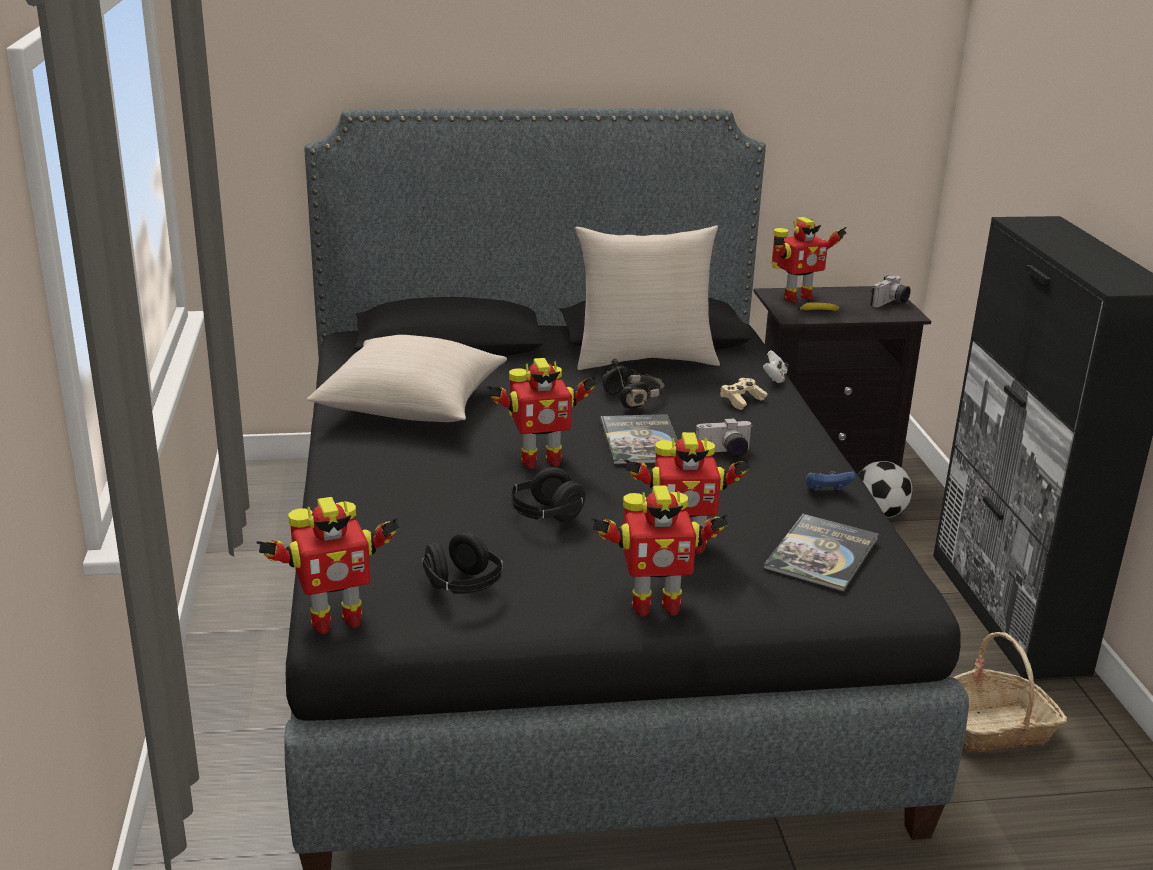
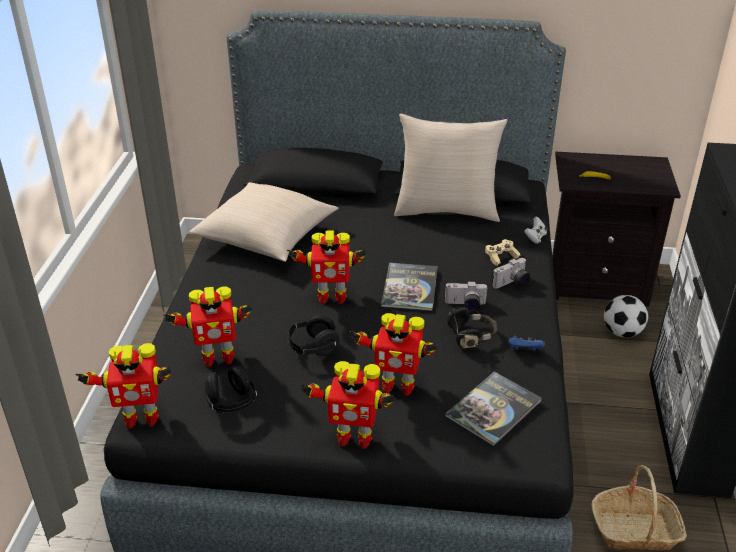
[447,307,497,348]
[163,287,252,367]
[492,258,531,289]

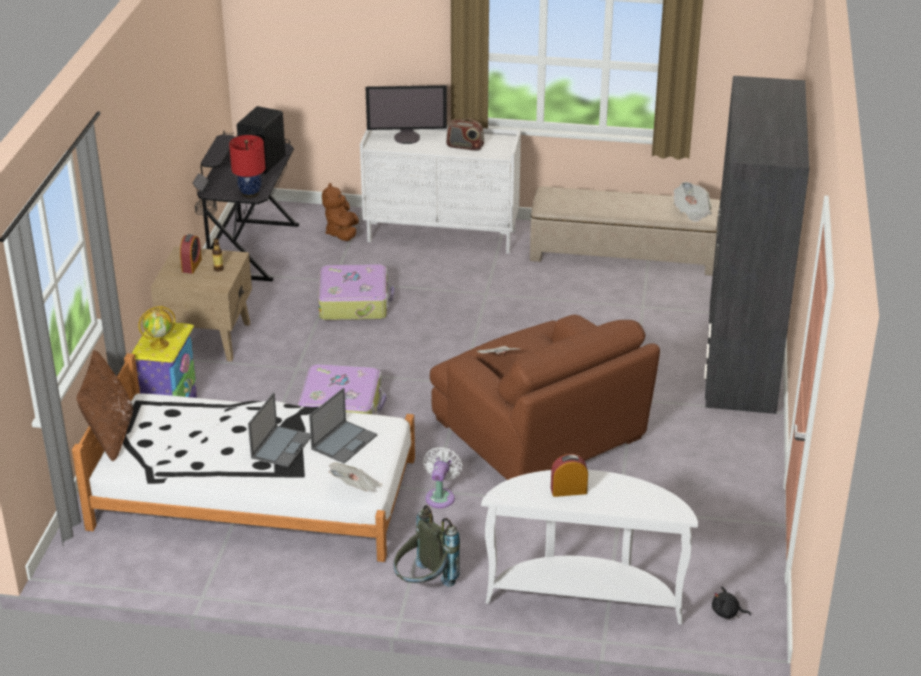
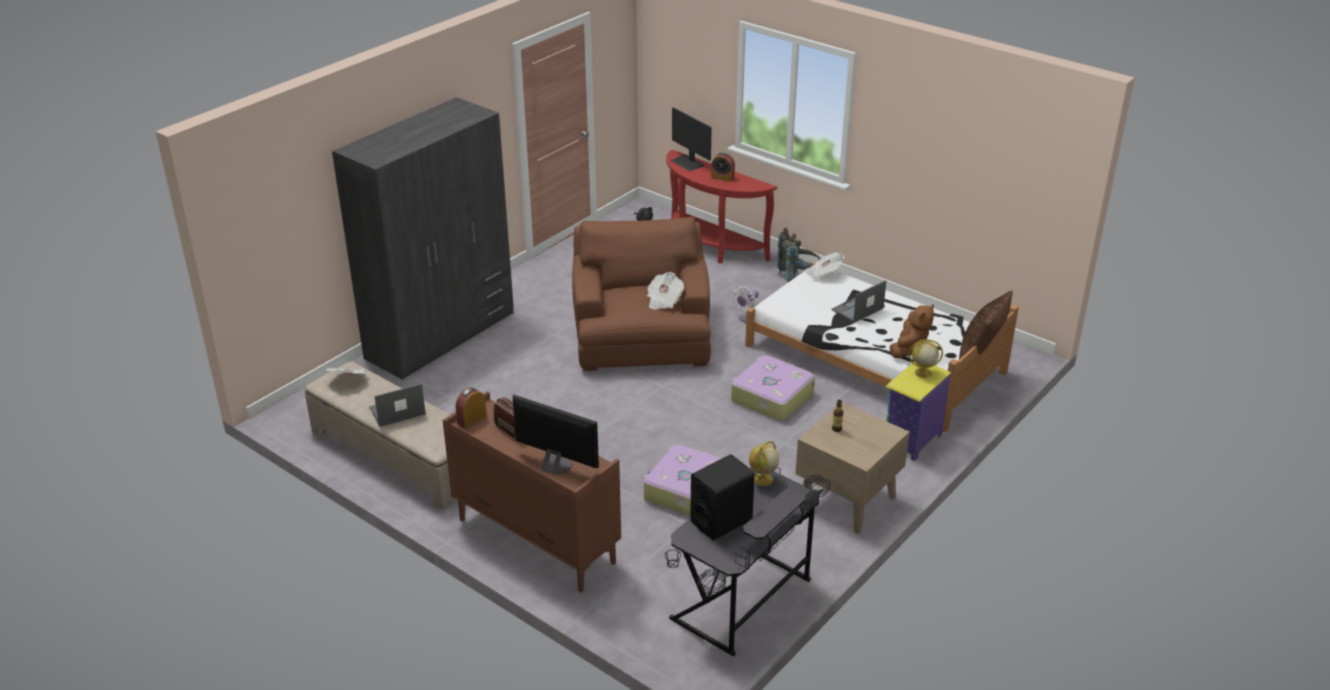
[670,107,712,171]
[456,388,487,429]
[369,384,426,427]
[890,304,934,358]
[749,441,779,486]
[443,391,621,592]
[666,150,777,263]

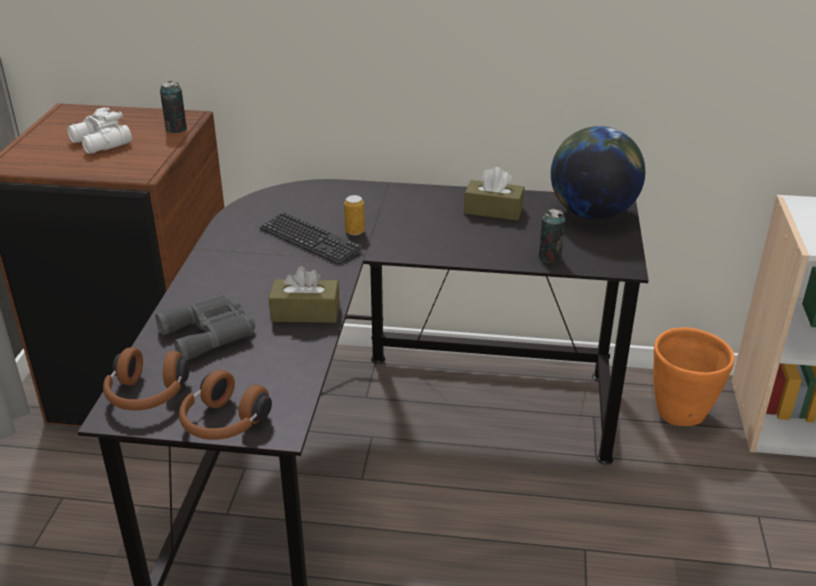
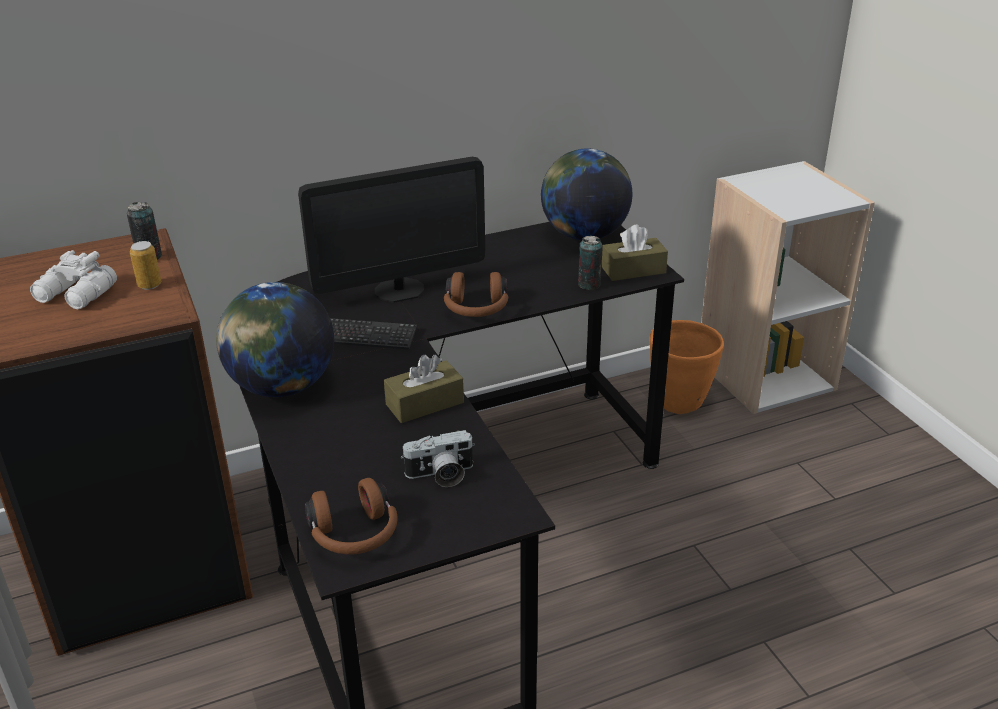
[155,295,255,360] (first image)
[216,282,334,397]
[298,157,485,303]
[401,430,475,487]
[444,272,508,317]
[130,241,161,290]
[602,224,668,281]

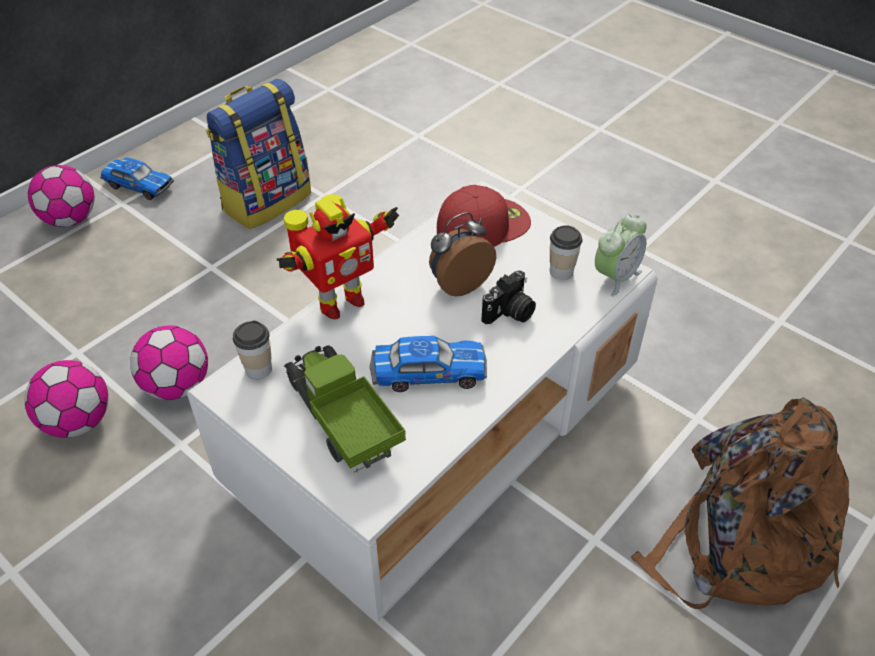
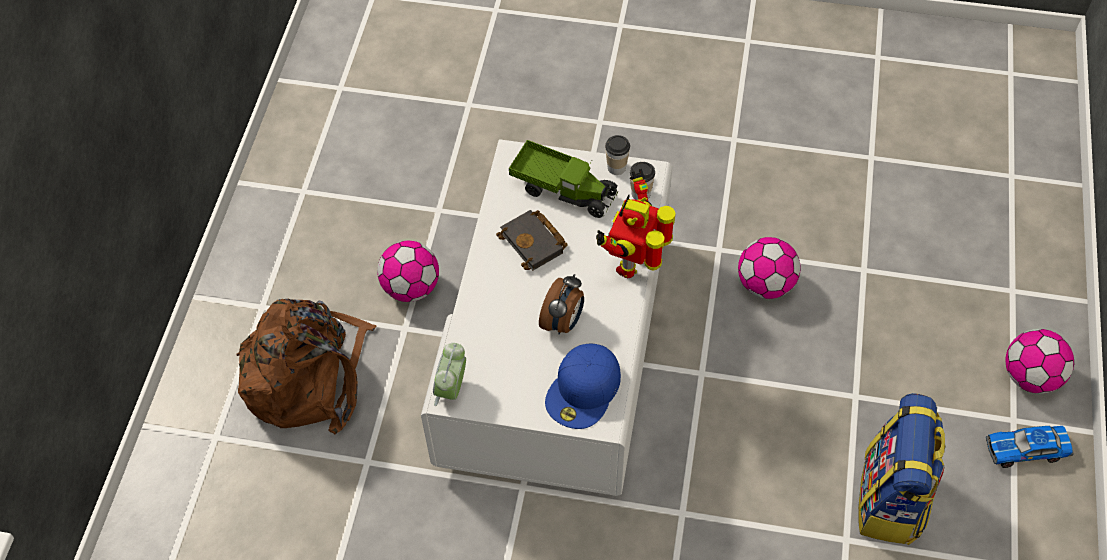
[481,270,536,324] (first image)
[377,241,439,302]
[605,135,630,175]
[496,210,568,271]
[545,344,621,429]

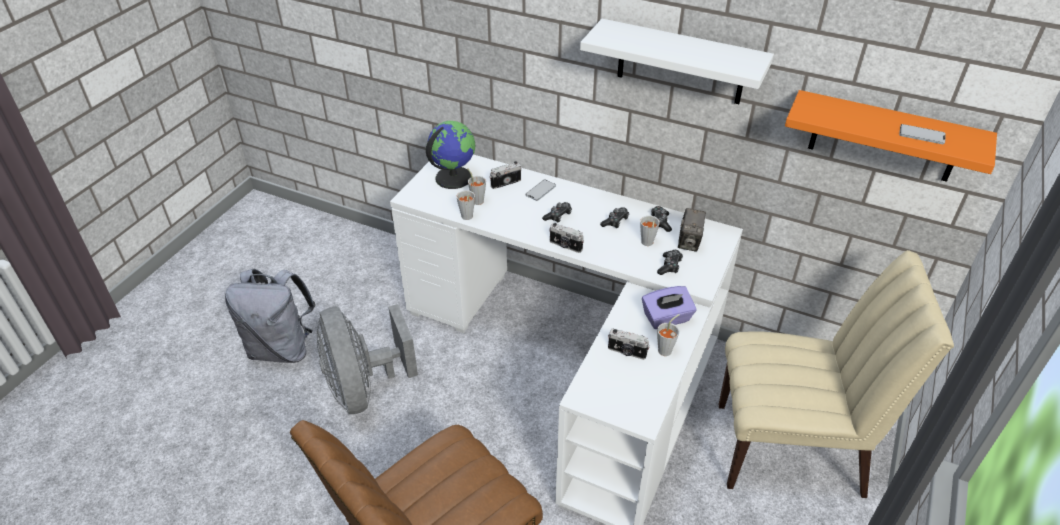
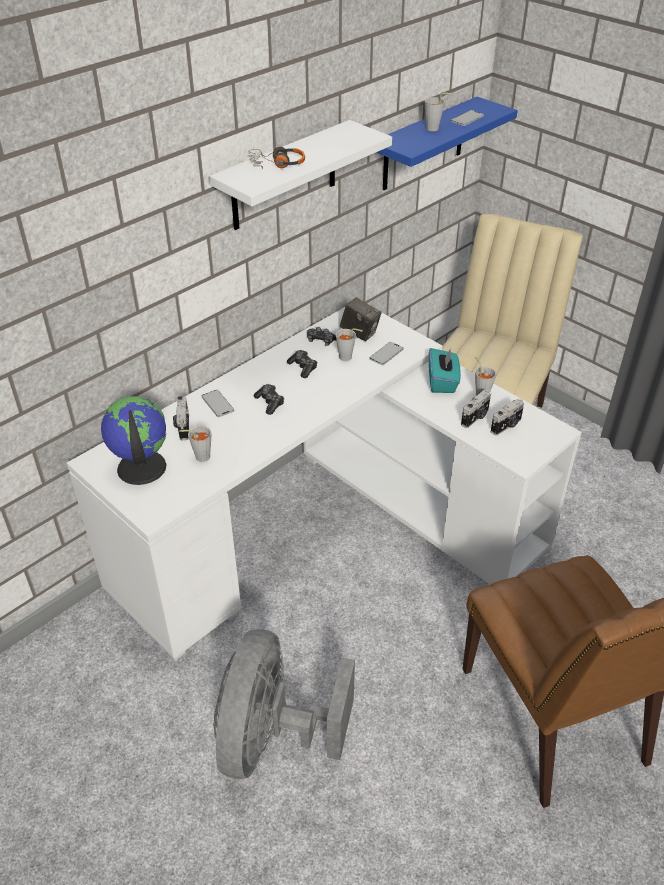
[225,269,316,363] (first image)
[248,147,305,169]
[425,93,453,131]
[491,399,524,435]
[370,342,403,365]
[429,348,461,393]
[376,97,518,190]
[213,629,355,779]

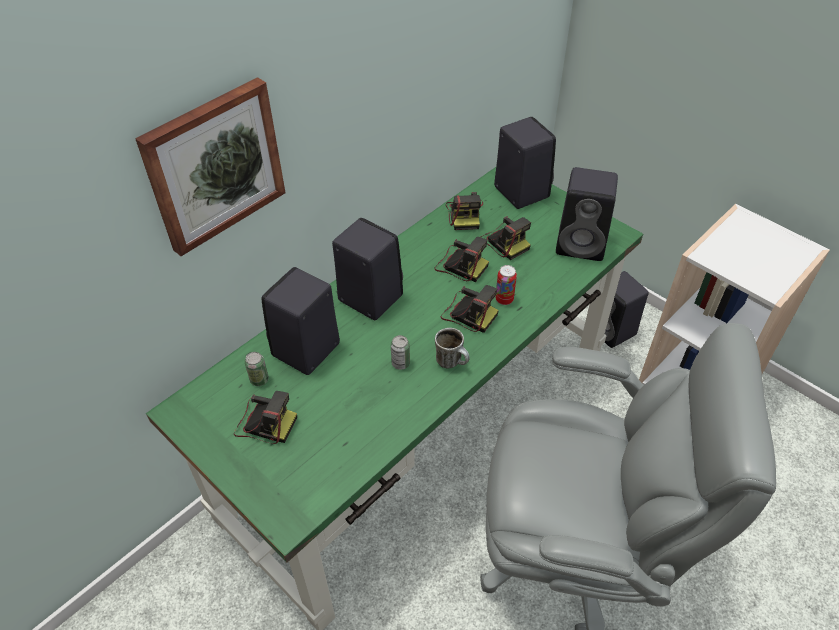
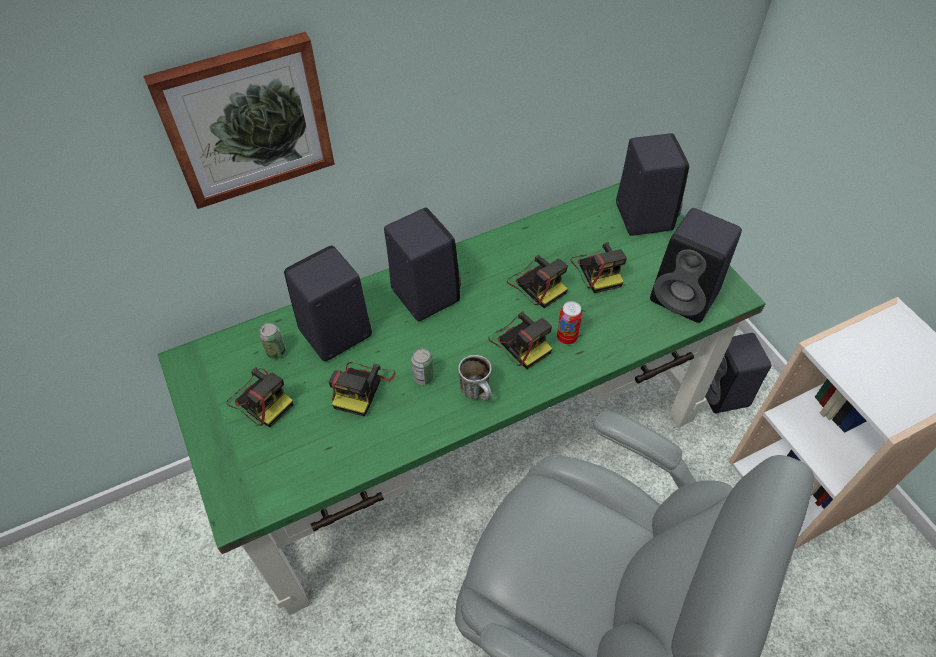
[328,362,395,417]

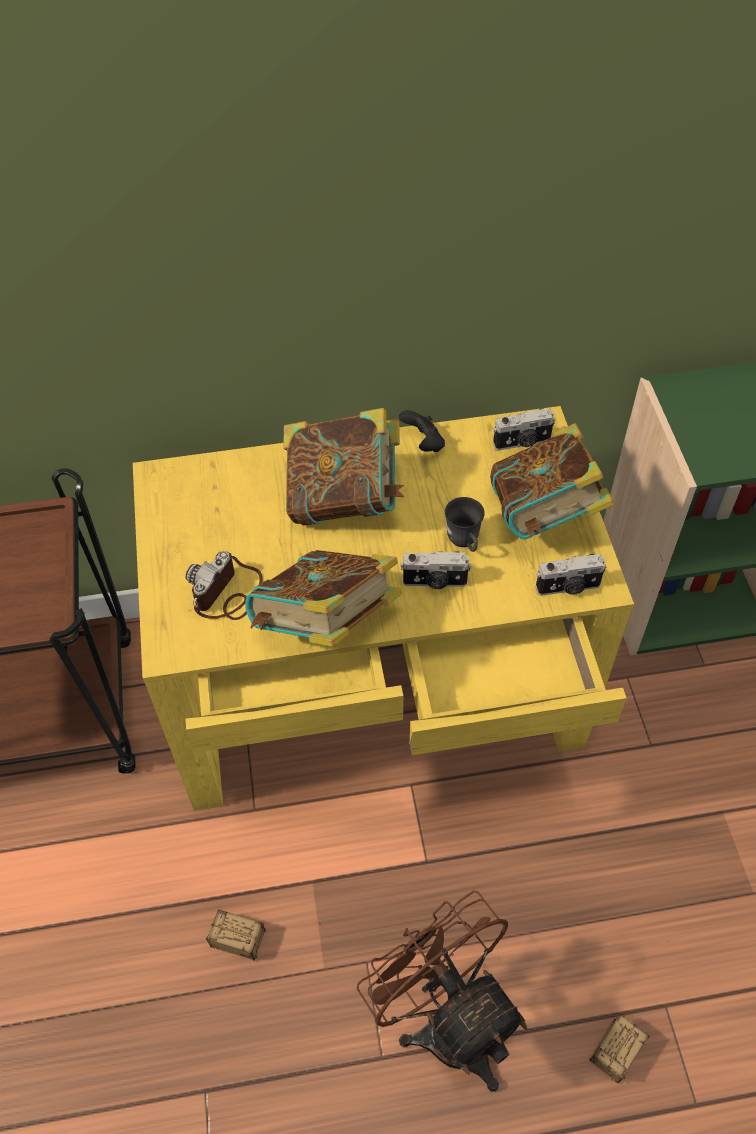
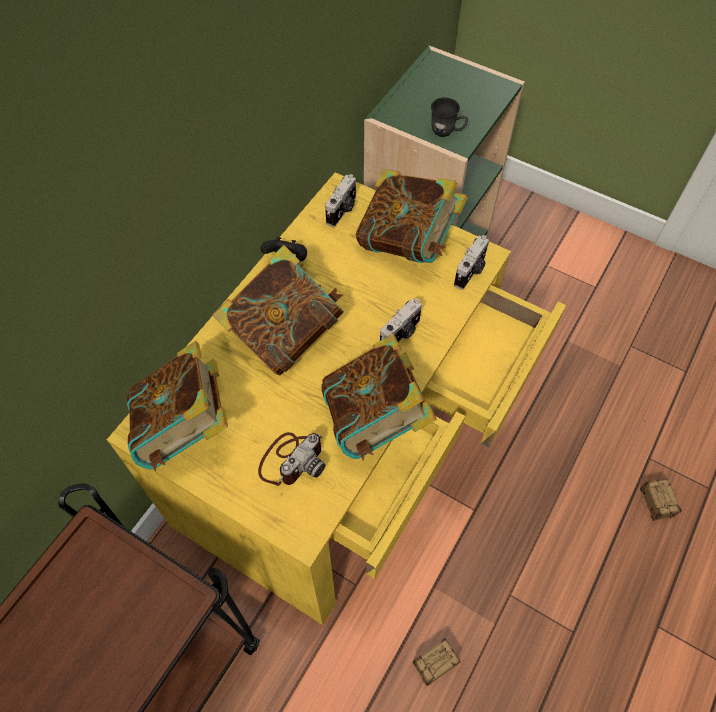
[357,890,527,1092] (first image)
[127,341,228,471]
[431,97,468,137]
[258,432,326,486]

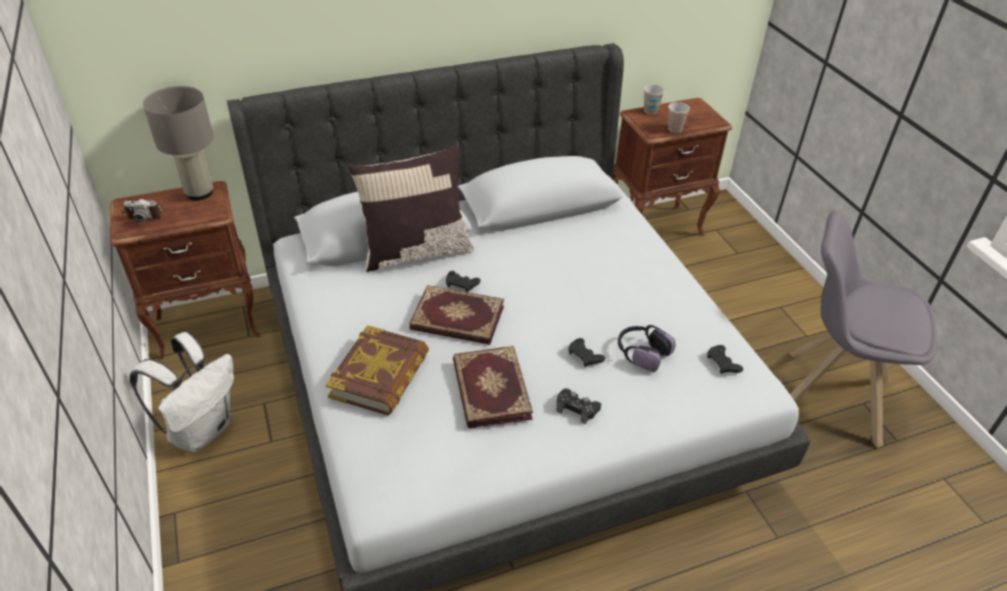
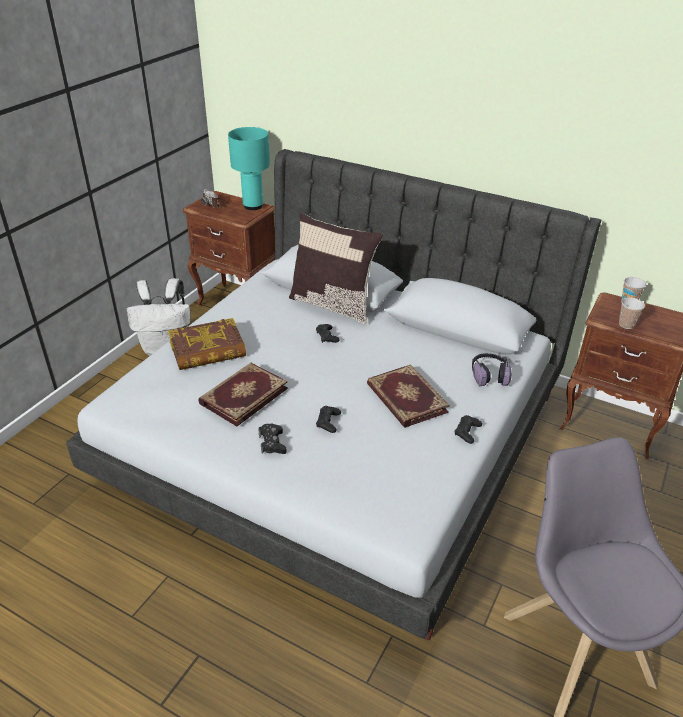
[367,364,450,428]
[472,353,512,386]
[455,415,482,444]
[228,127,270,210]

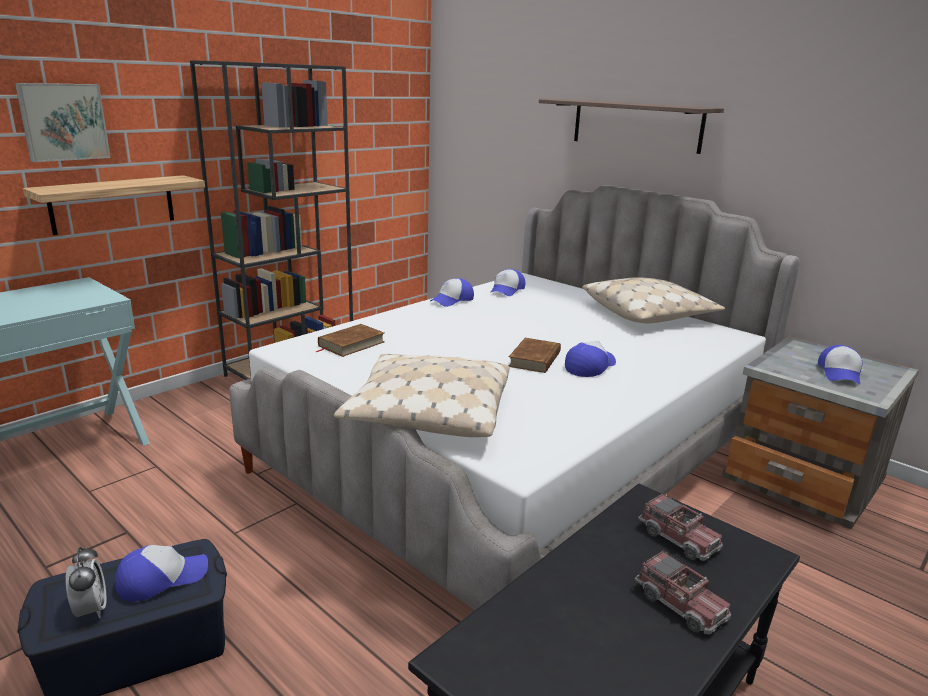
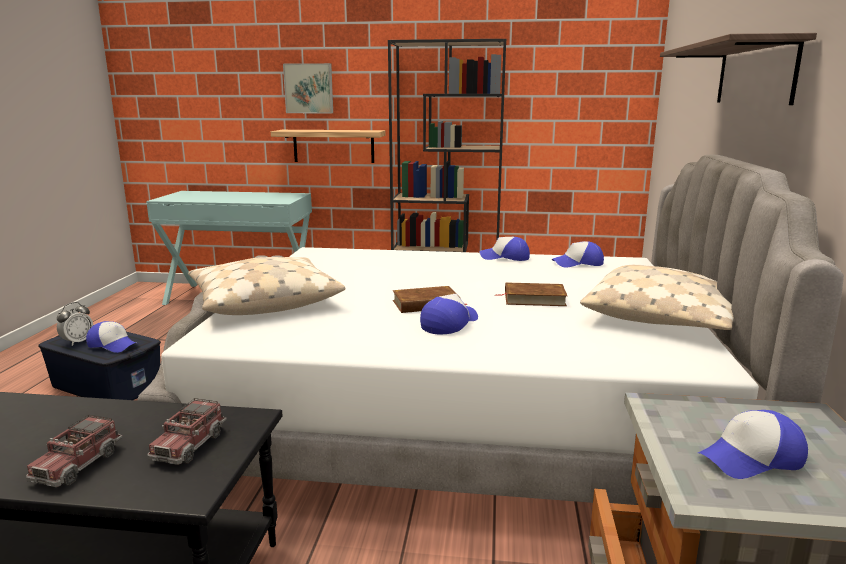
[495,282,567,306]
[420,294,478,334]

